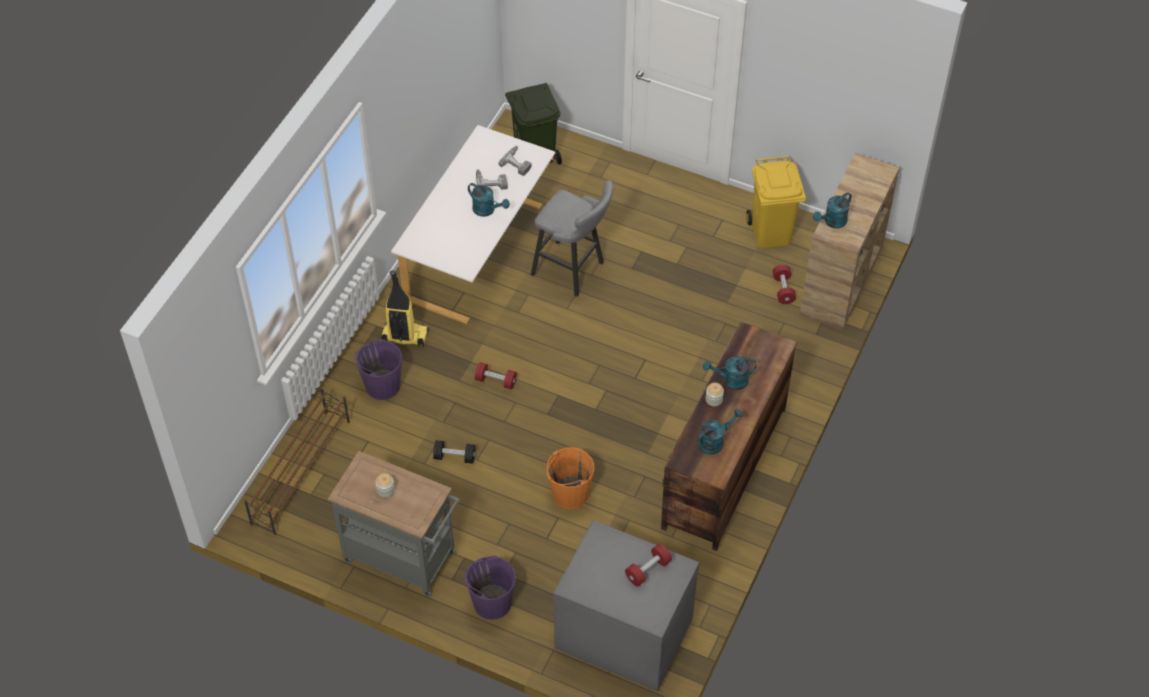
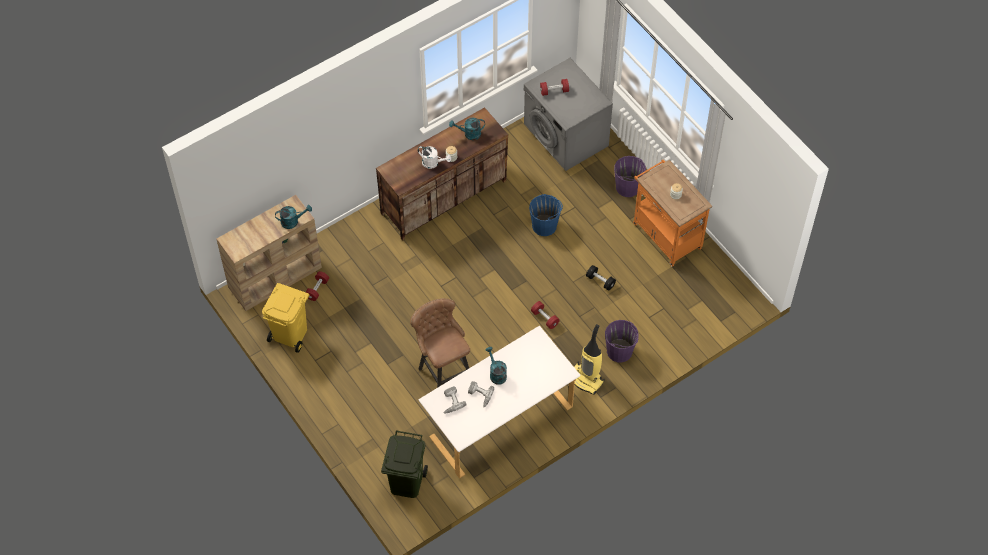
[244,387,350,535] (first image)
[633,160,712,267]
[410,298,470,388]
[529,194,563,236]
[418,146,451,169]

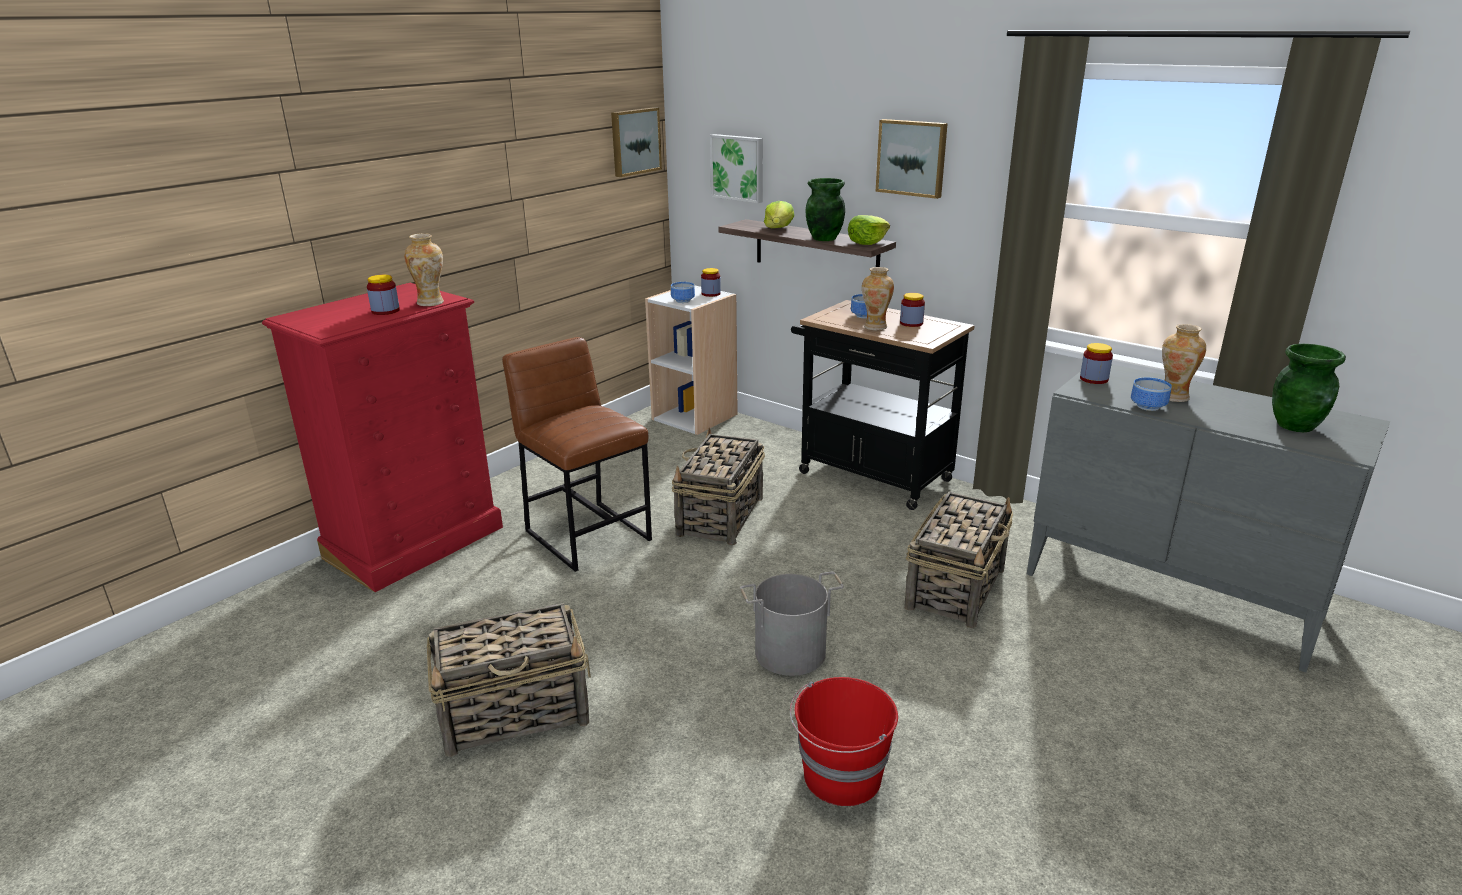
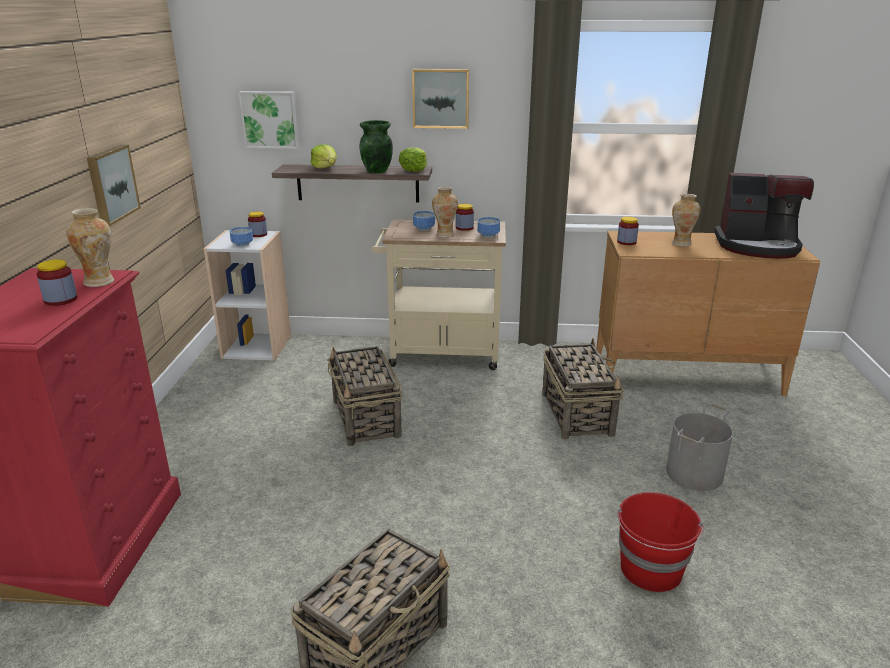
[502,337,652,572] (first image)
[87,145,141,227]
[666,403,733,491]
[477,217,500,238]
[714,173,814,259]
[371,219,506,370]
[596,231,820,396]

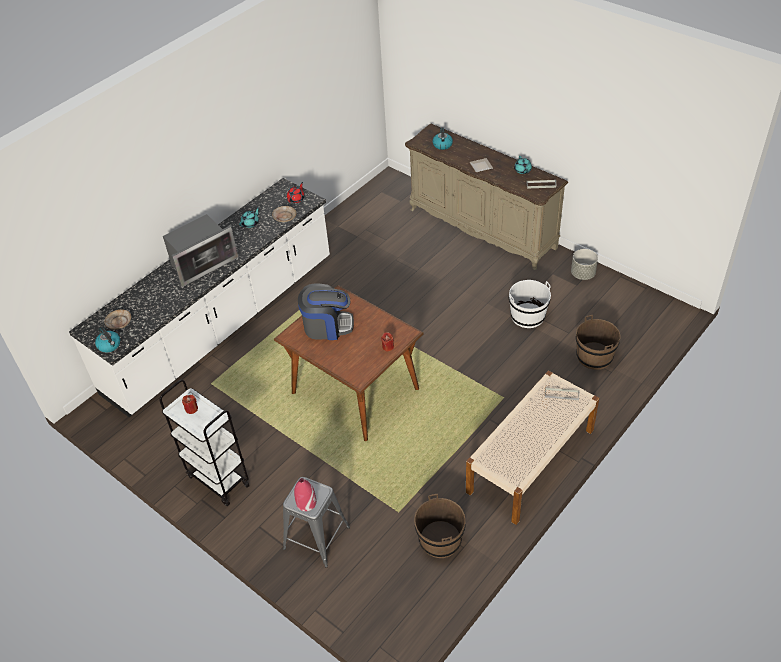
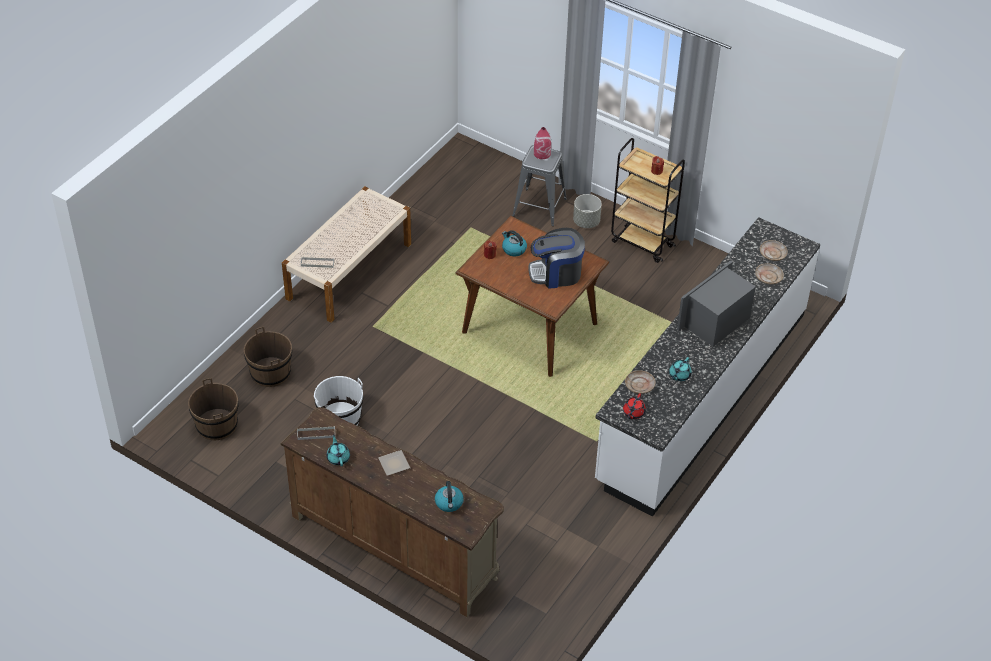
[755,263,784,285]
[502,230,527,256]
[188,378,238,440]
[573,194,602,228]
[611,138,685,263]

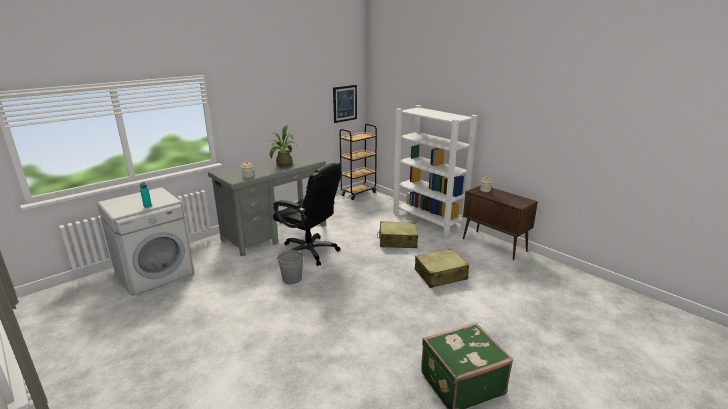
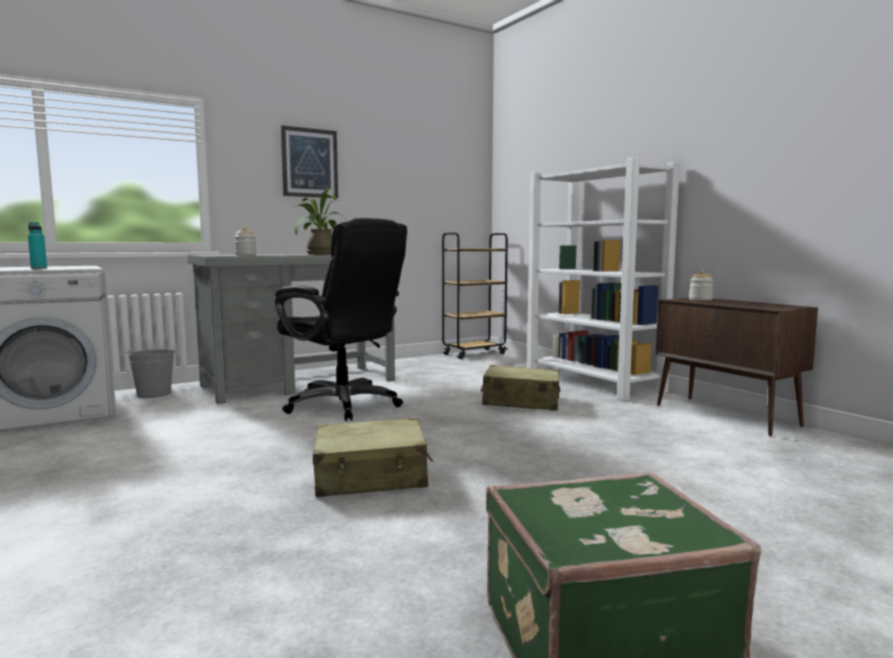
[126,349,175,398]
[281,126,338,198]
[313,417,433,497]

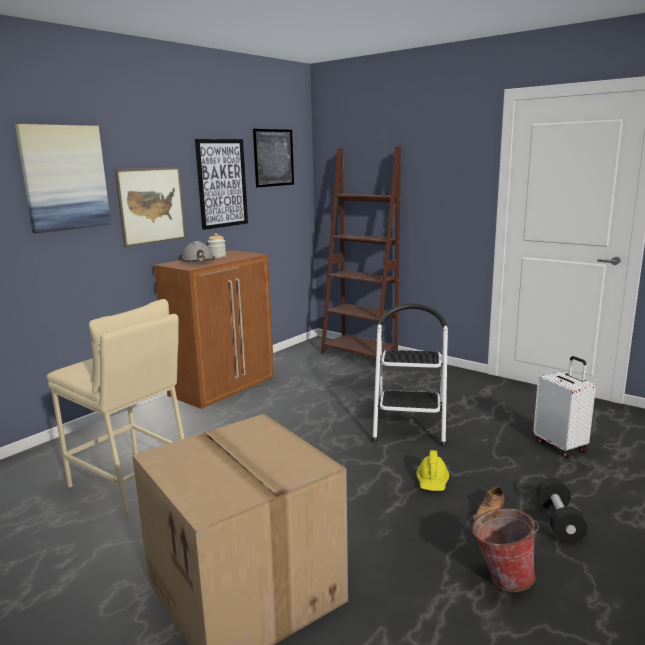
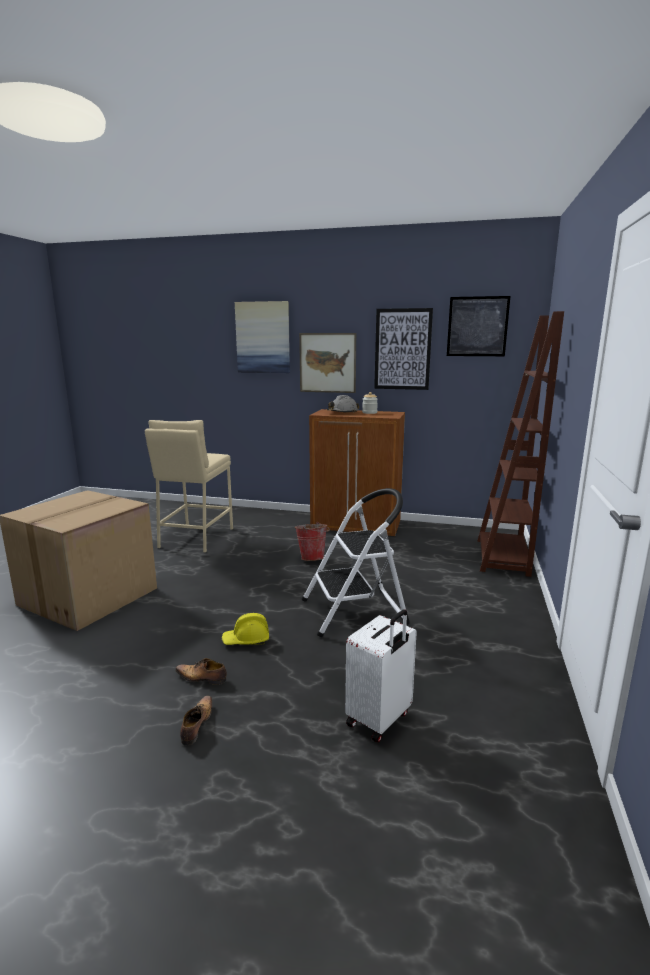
[295,522,330,561]
[180,696,213,746]

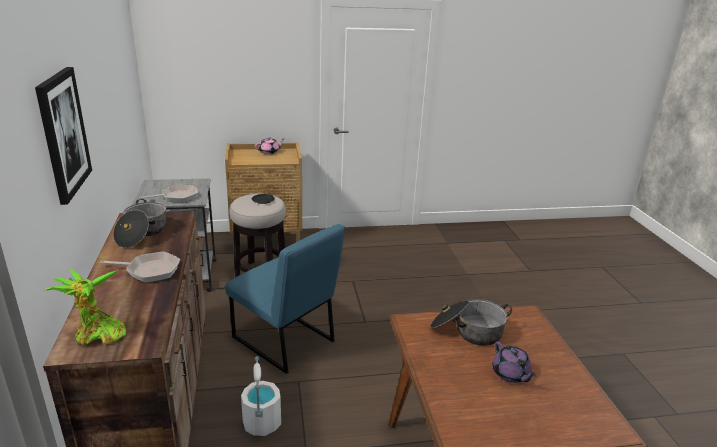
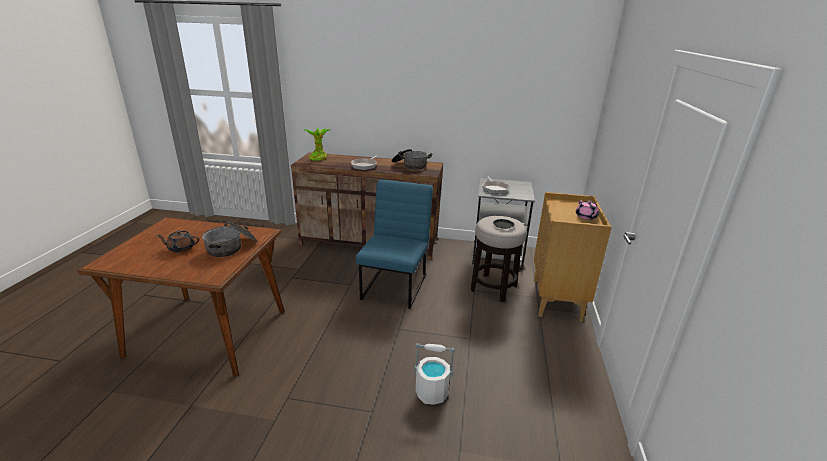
[35,67,92,205] (first image)
[415,343,455,405]
[156,231,199,253]
[356,179,433,309]

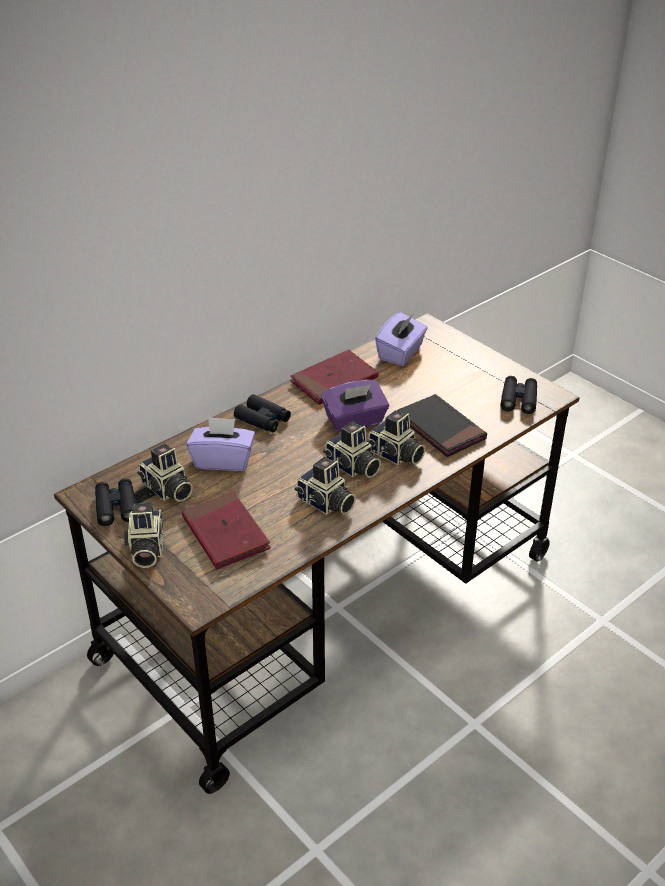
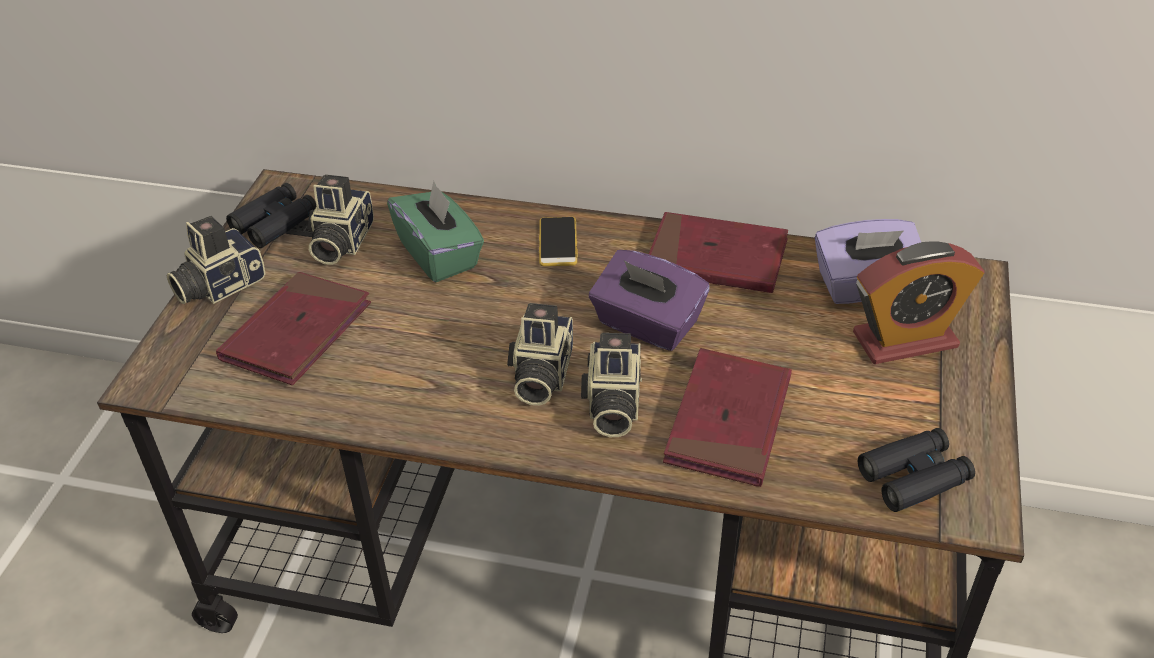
[294,457,356,514] (first image)
[853,241,985,364]
[539,217,578,266]
[387,181,484,282]
[663,348,792,487]

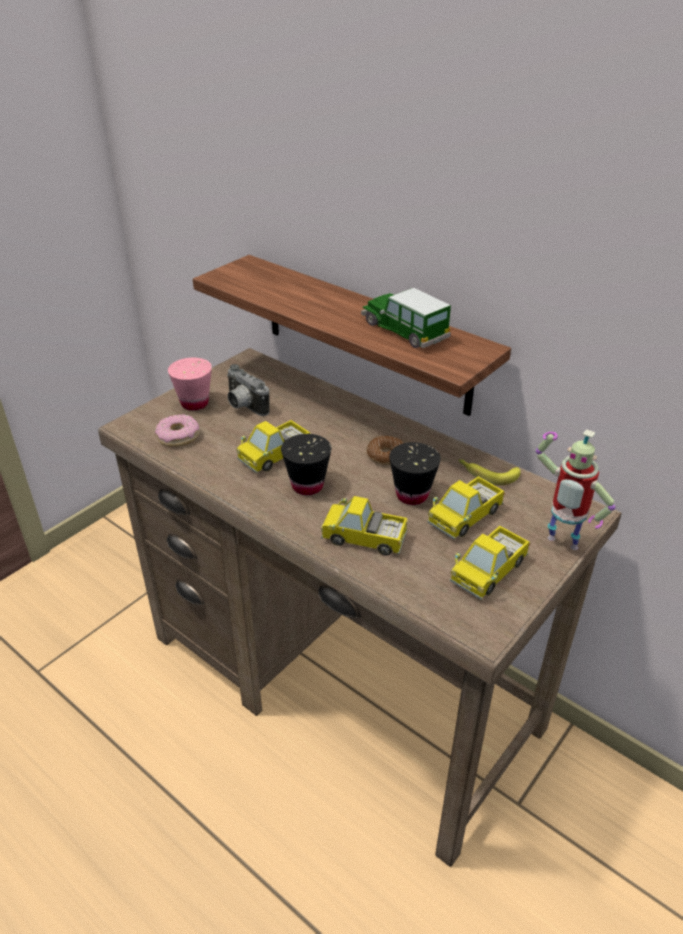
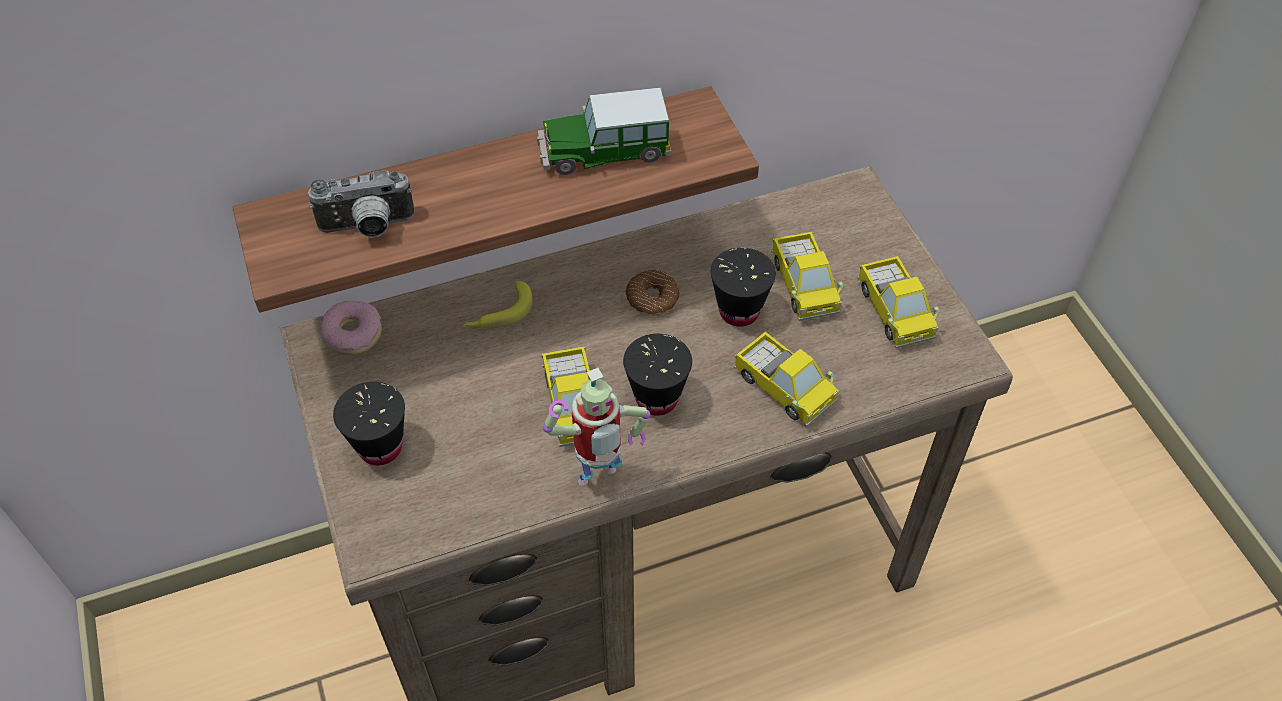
[319,301,382,355]
[308,170,414,238]
[462,281,532,329]
[543,368,650,486]
[333,382,405,465]
[734,332,839,427]

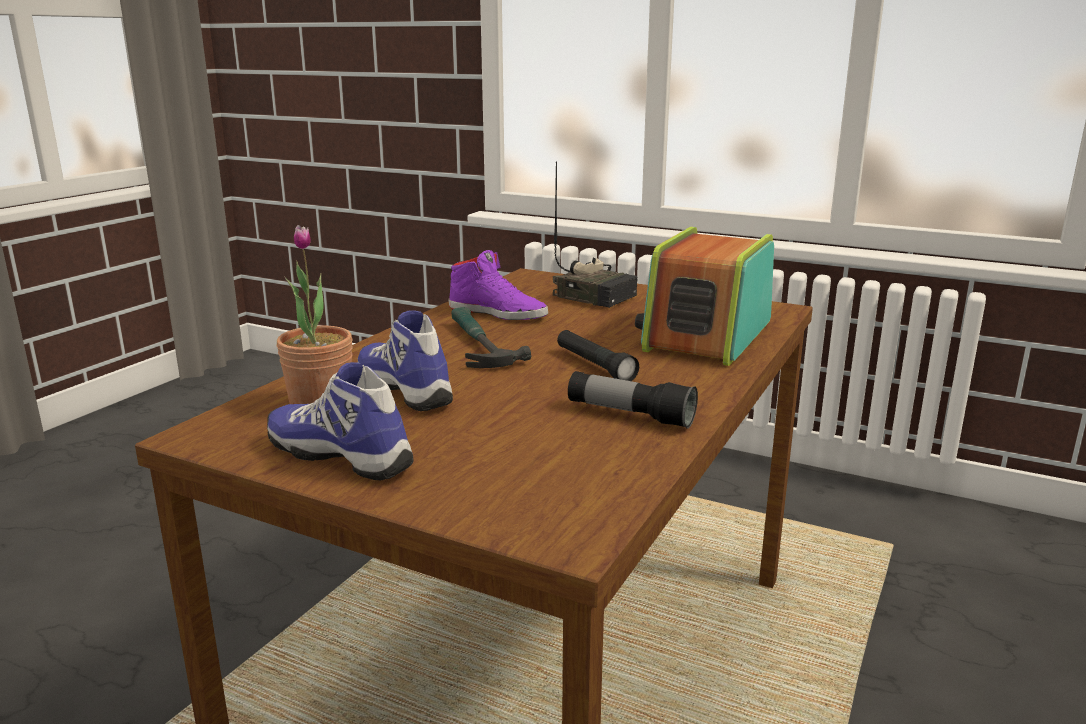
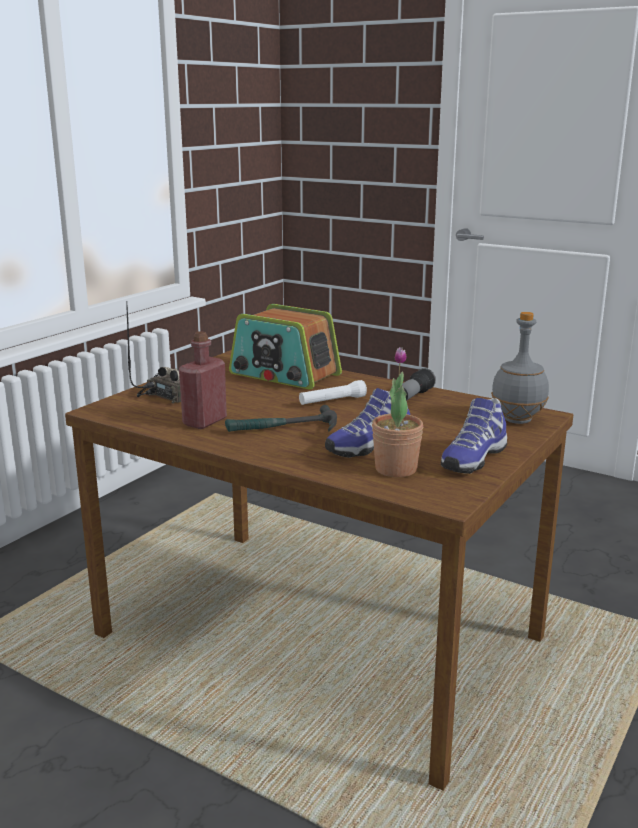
[491,312,549,424]
[179,331,227,429]
[299,380,367,405]

